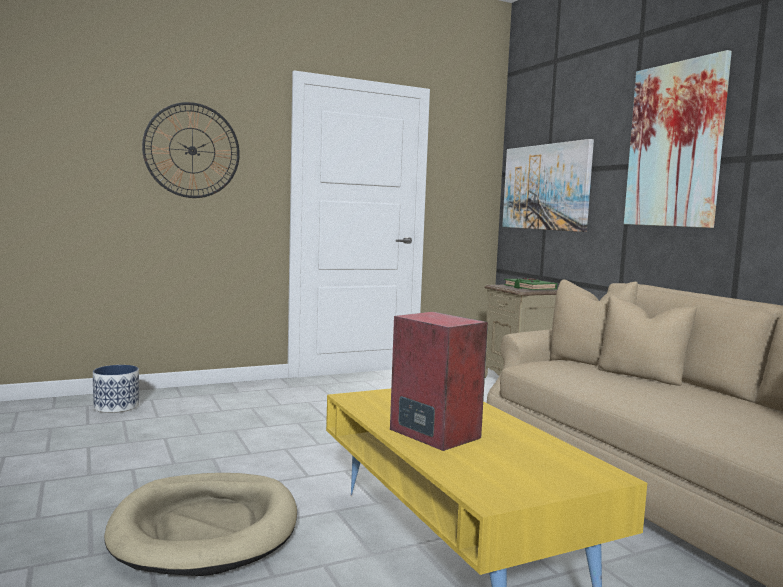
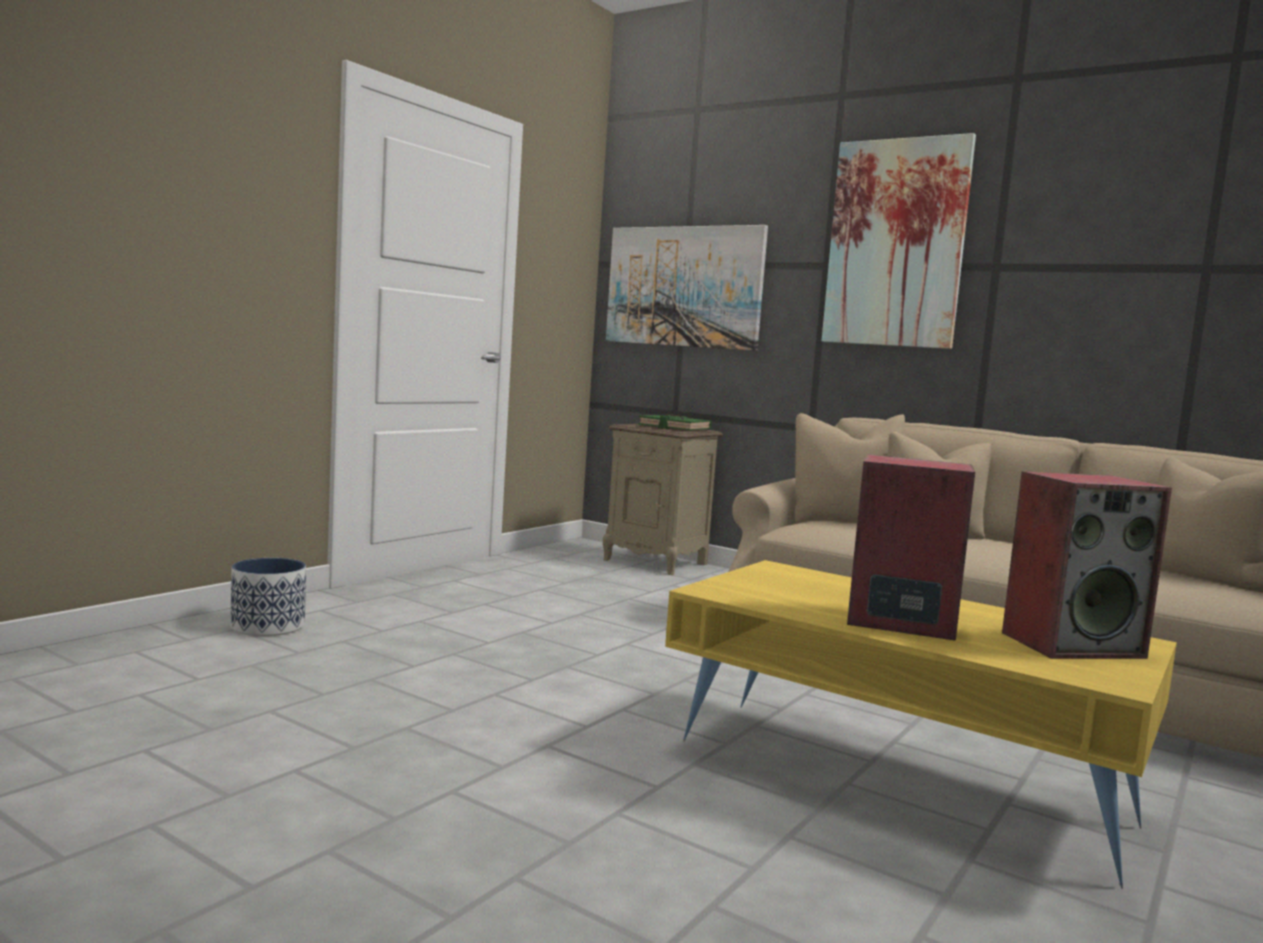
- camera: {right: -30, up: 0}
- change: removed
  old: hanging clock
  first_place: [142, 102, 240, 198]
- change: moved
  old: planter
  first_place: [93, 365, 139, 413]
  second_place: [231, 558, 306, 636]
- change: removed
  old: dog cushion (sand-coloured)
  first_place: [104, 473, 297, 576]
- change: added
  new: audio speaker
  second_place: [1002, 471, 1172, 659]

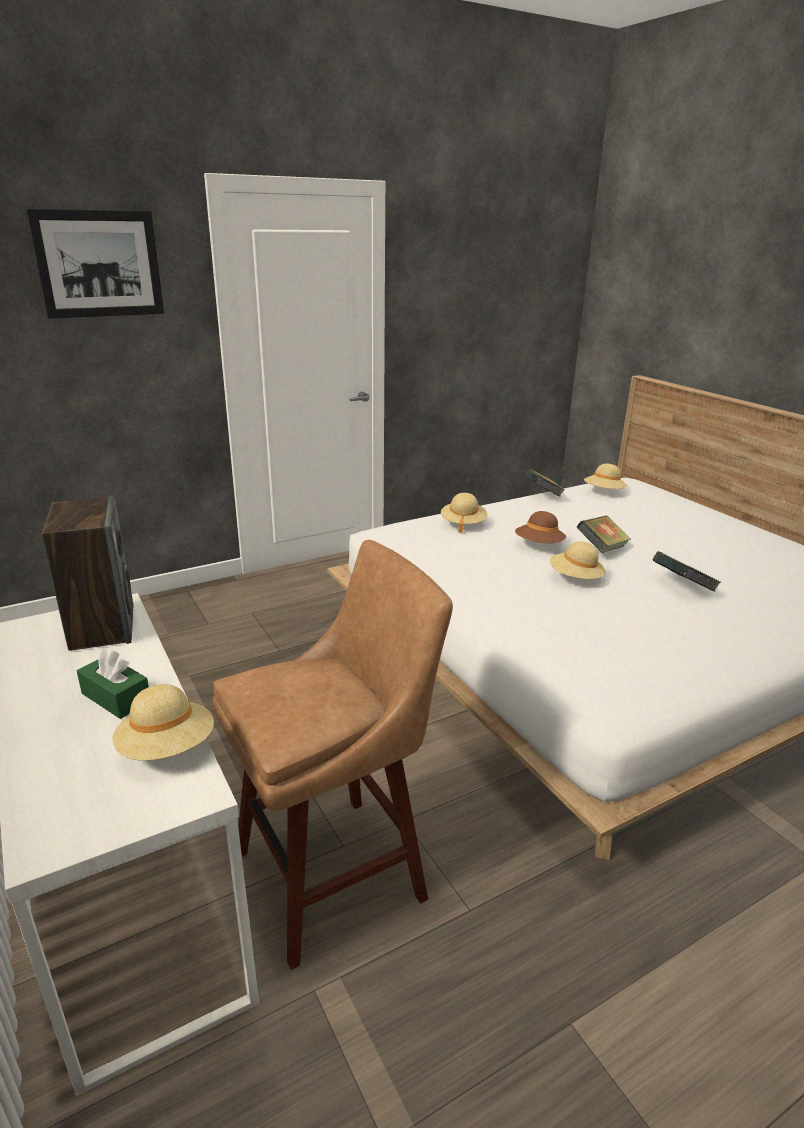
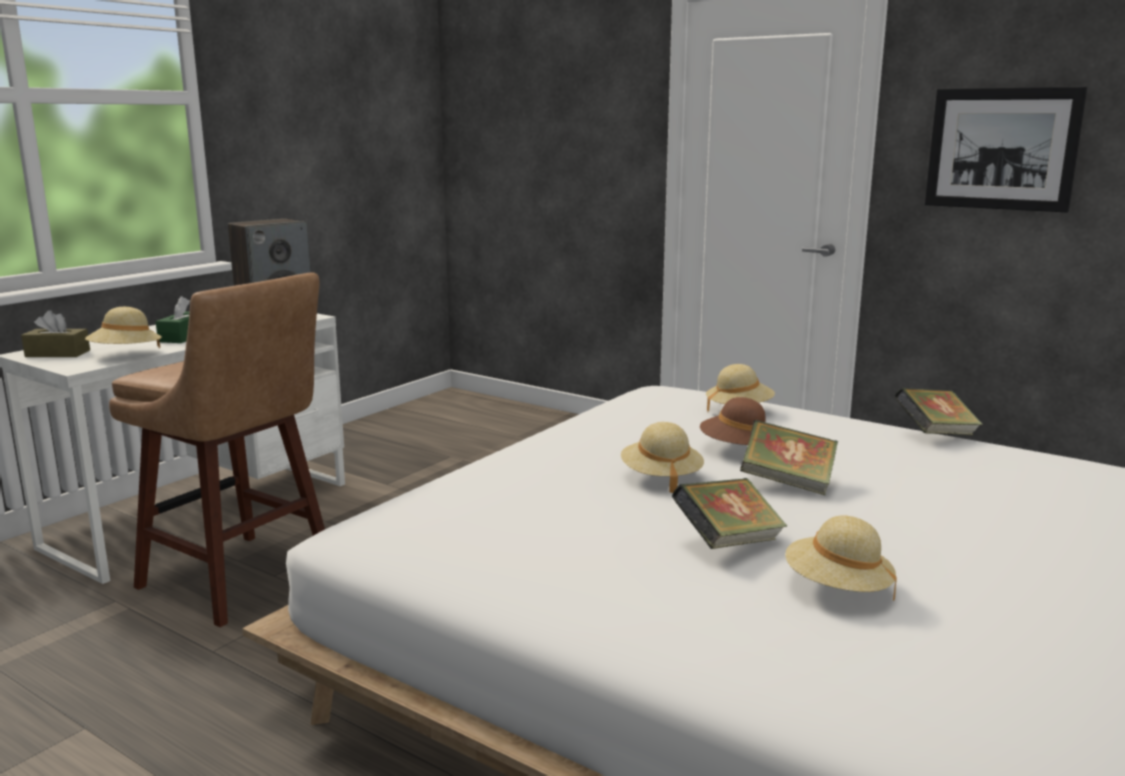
- camera: {right: 65, up: -10}
- change: moved
  old: picture
  first_place: [26, 209, 164, 319]
  second_place: [925, 87, 1087, 212]
- change: moved
  old: clothing hat (sand-coloured)
  first_place: [584, 464, 627, 489]
  second_place: [785, 515, 897, 601]
- change: added
  new: box of tissues (brown-coloured)
  second_place: [21, 310, 90, 357]

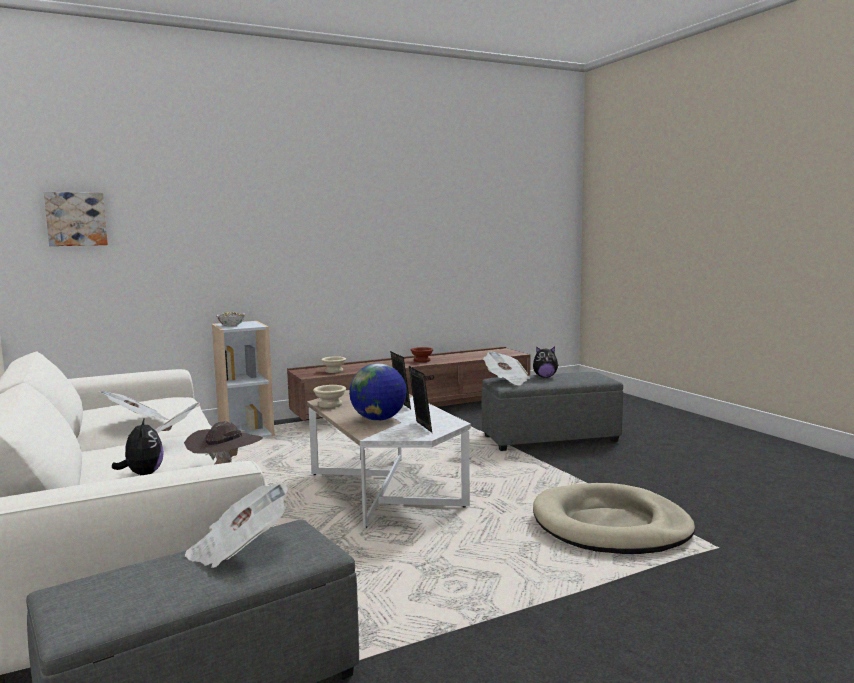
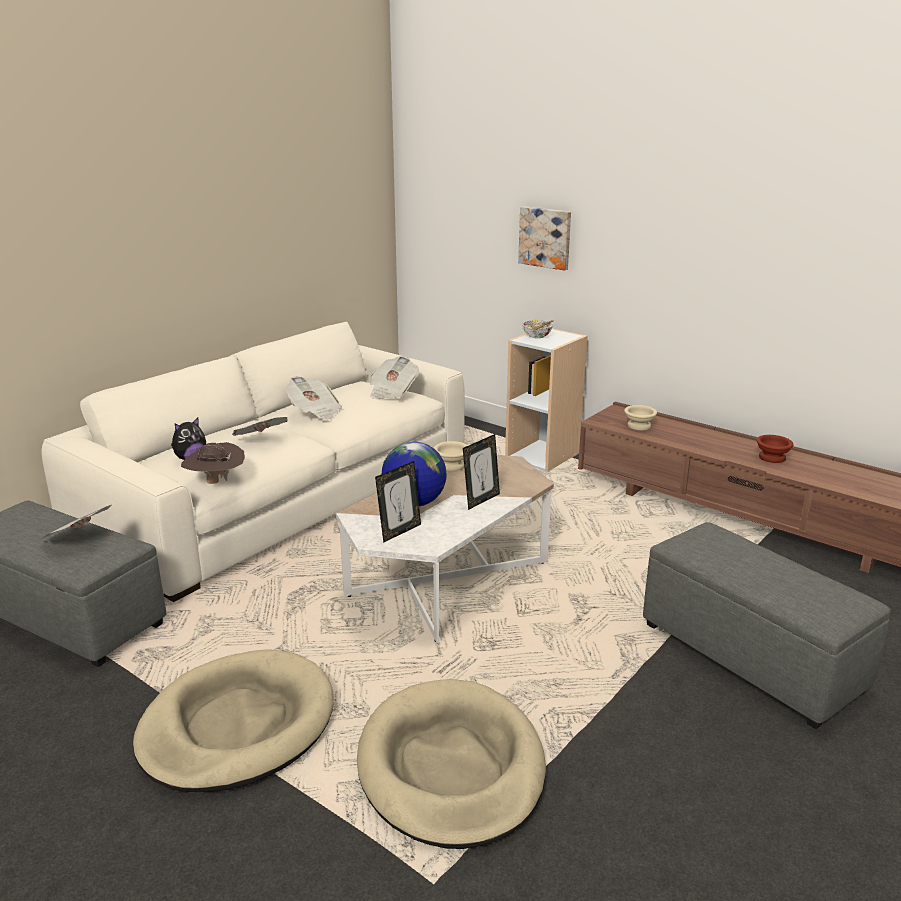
- camera: {right: 65, up: 15}
- change: moved
  old: picture
  first_place: [44, 192, 108, 246]
  second_place: [518, 207, 571, 271]
- change: removed
  old: plush toy
  first_place: [533, 346, 559, 378]
- change: moved
  old: newspaper
  first_place: [483, 352, 530, 385]
  second_place: [370, 356, 419, 399]
- change: added
  new: dog cushion (sand-coloured)
  second_place: [133, 649, 334, 792]

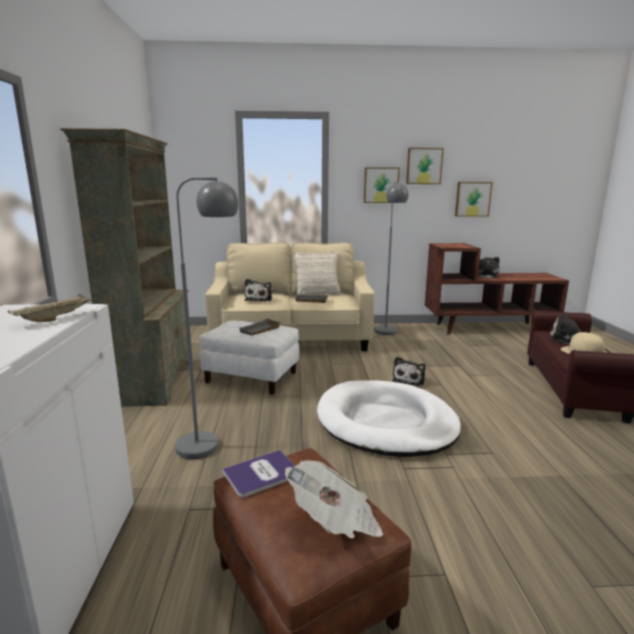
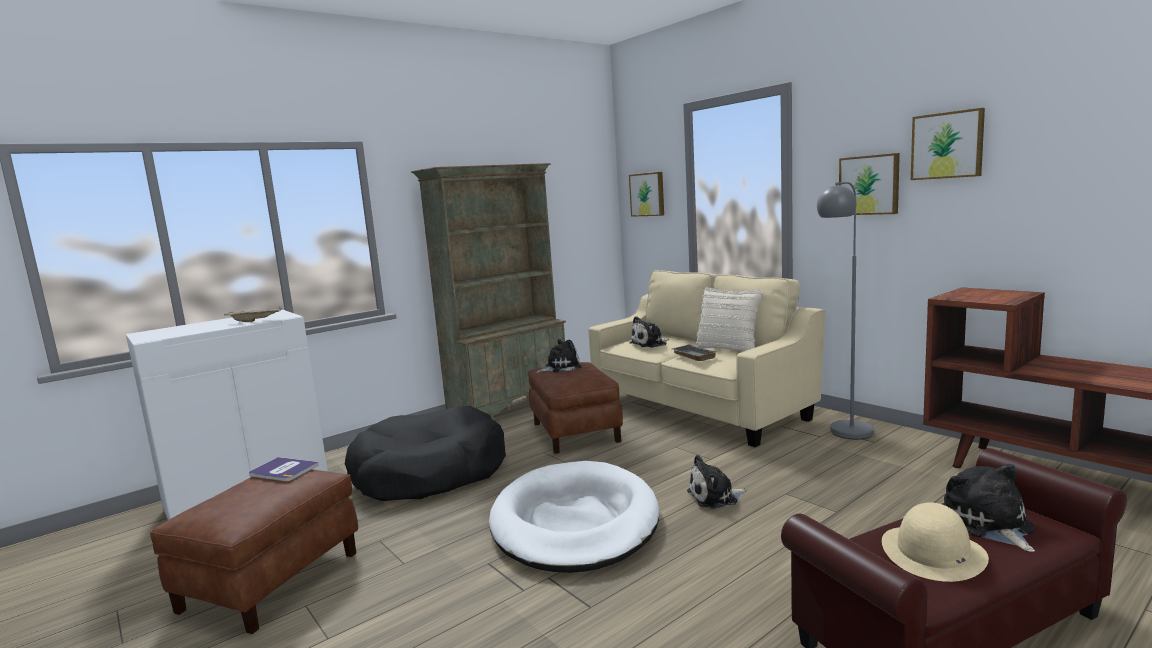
- camera: {right: 55, up: -5}
- change: replaced
  old: standing lamp (grey)
  new: dog cushion (blackish)
  first_place: [175, 177, 238, 459]
  second_place: [345, 406, 506, 501]
- change: moved
  old: picture
  first_place: [455, 182, 493, 217]
  second_place: [629, 172, 664, 217]
- change: moved
  old: plush toy
  first_place: [478, 257, 500, 279]
  second_place: [537, 339, 582, 373]
- change: removed
  old: tray (grey)
  first_place: [240, 318, 281, 336]
- change: recoloured
  old: footrest (whitish)
  new: footrest (brown-coloured)
  first_place: [199, 321, 299, 395]
  second_place: [528, 362, 623, 454]
- change: removed
  old: newspaper
  first_place: [285, 460, 383, 538]

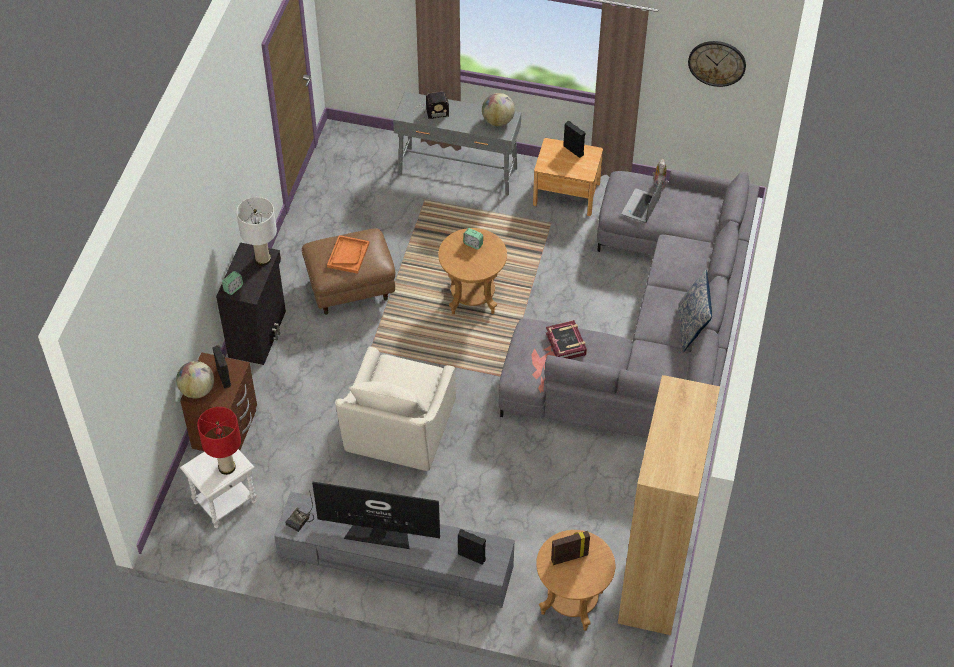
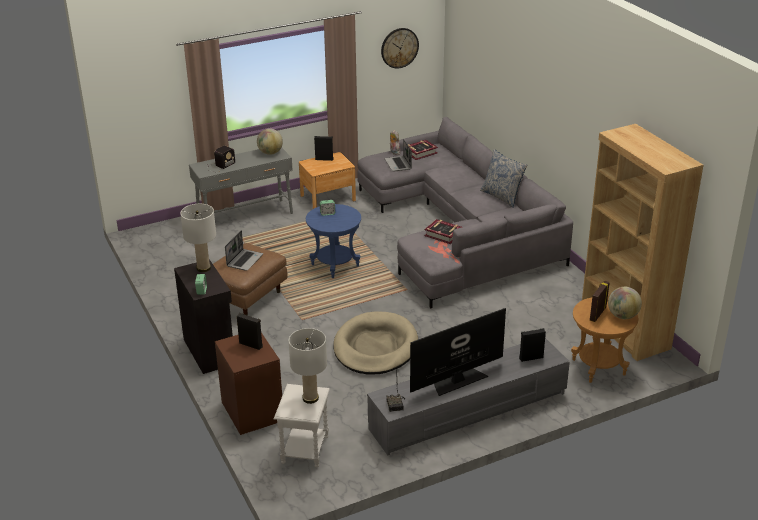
- camera: {right: -40, up: -20}
- change: recoloured
  old: end table (brown-coloured)
  new: end table (bluish)
  first_place: [438, 228, 507, 314]
  second_place: [306, 204, 361, 278]
- change: replaced
  old: tray (orangey)
  new: portable computer
  first_place: [327, 235, 370, 274]
  second_place: [225, 230, 263, 271]
- change: replaced
  old: easy chair (sand-coloured)
  new: dog cushion (sand-coloured)
  first_place: [335, 347, 456, 471]
  second_place: [334, 311, 418, 375]
- change: moved
  old: world globe
  first_place: [176, 361, 214, 398]
  second_place: [608, 287, 642, 319]
- change: recoloured
  old: table lamp (reddish)
  new: table lamp (whitish)
  first_place: [197, 407, 241, 475]
  second_place: [289, 328, 327, 404]
- change: added
  new: bound book
  second_place: [408, 140, 438, 160]

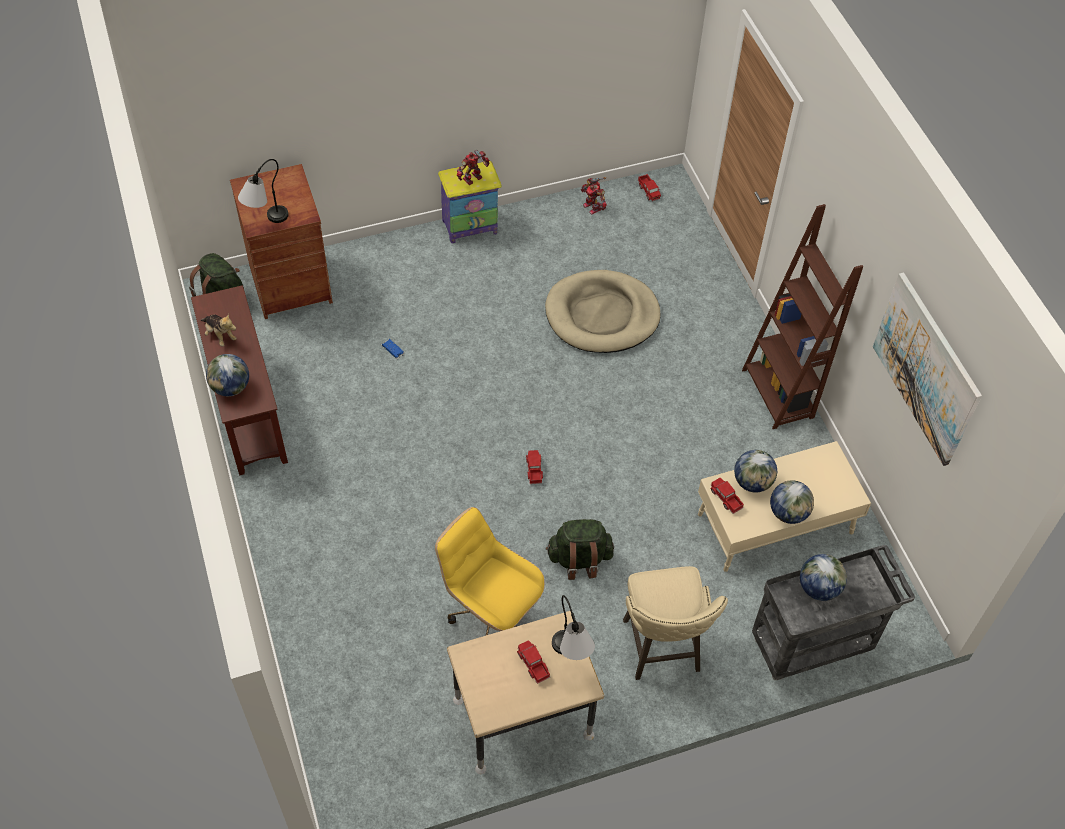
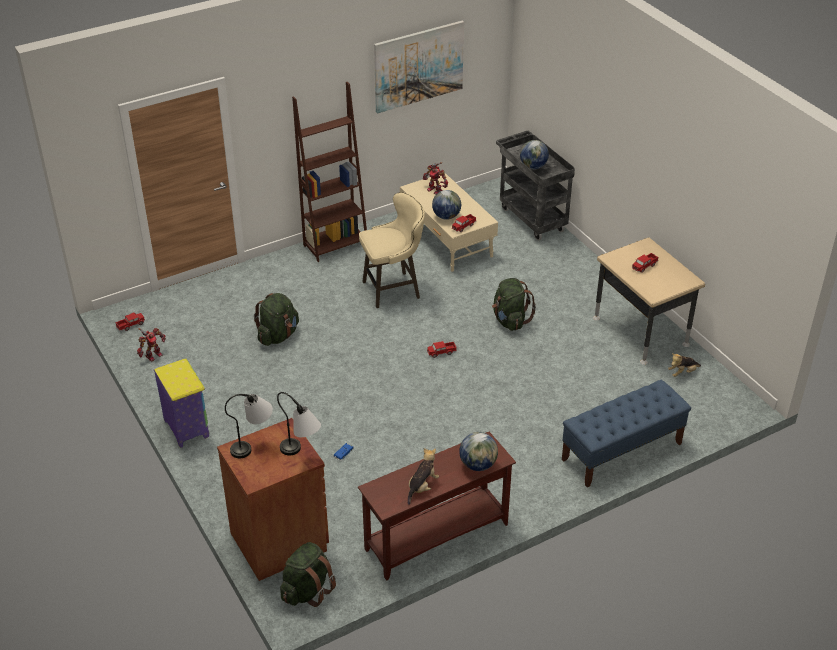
- camera: {right: -100, up: -15}
- change: moved
  old: robot figure
  first_place: [457, 149, 490, 185]
  second_place: [423, 162, 448, 194]
- change: replaced
  old: dog cushion (sand-coloured)
  new: rucksack (green)
  first_place: [545, 270, 661, 353]
  second_place: [254, 293, 299, 346]
- change: removed
  old: world globe
  first_place: [770, 480, 814, 524]
- change: removed
  old: office chair (yellow)
  first_place: [435, 507, 545, 635]
- change: moved
  old: stool (sand-coloured)
  first_place: [623, 566, 728, 680]
  second_place: [359, 192, 425, 308]
- change: moved
  old: table lamp
  first_place: [552, 595, 595, 660]
  second_place: [225, 394, 273, 458]
- change: added
  new: plush toy
  second_place: [668, 353, 701, 377]
- change: added
  new: bench (bluish)
  second_place: [562, 380, 691, 487]

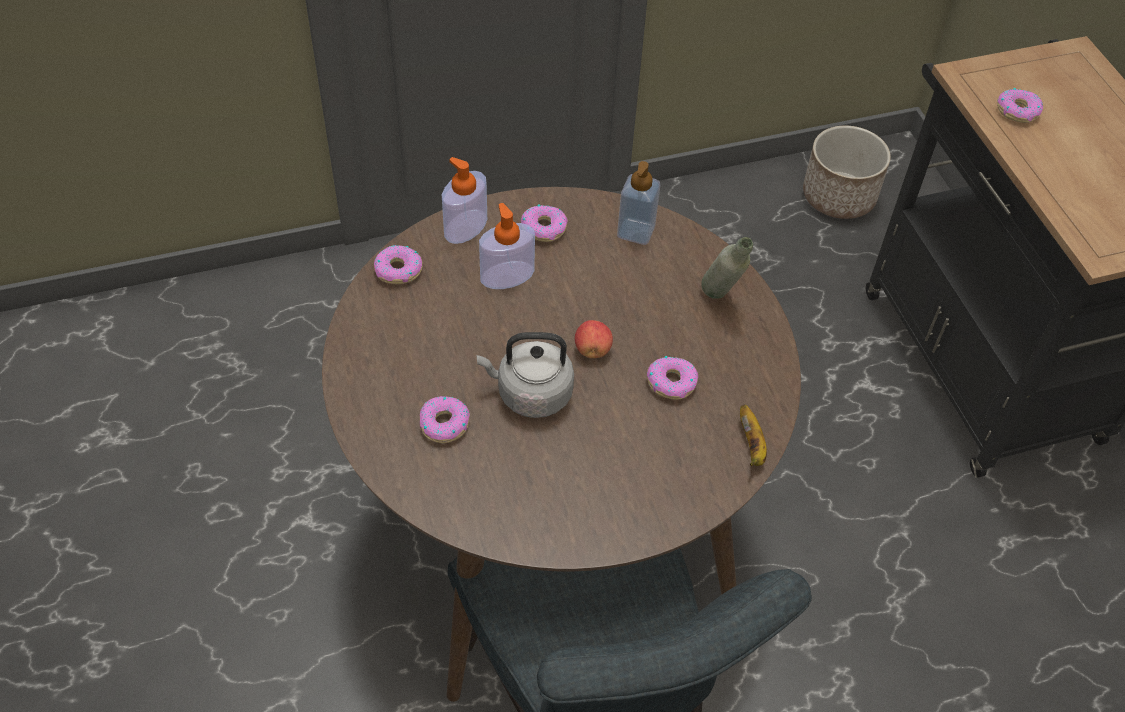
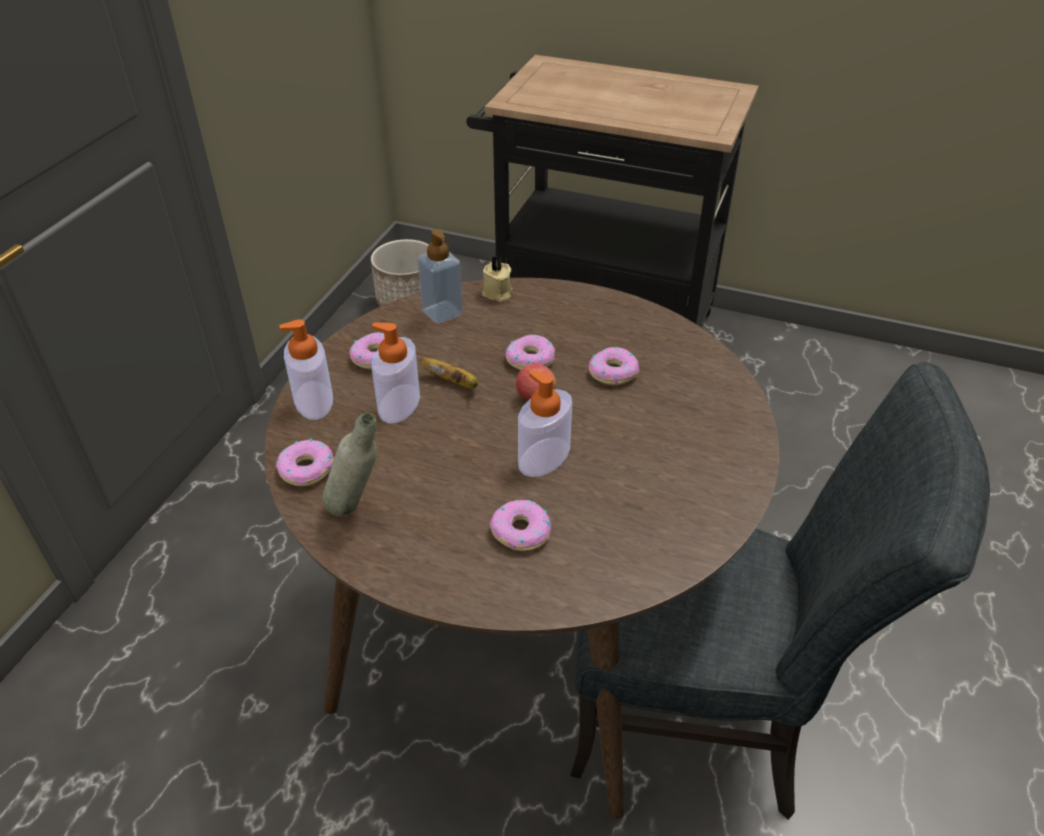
- camera: {right: -50, up: -10}
- change: moved
  old: ring doughnut
  first_place: [997, 88, 1043, 123]
  second_place: [506, 334, 555, 370]
- change: moved
  old: beverage bottle (grey)
  first_place: [701, 237, 753, 299]
  second_place: [323, 412, 377, 516]
- change: replaced
  old: kettle (grey)
  new: soap bottle
  first_place: [477, 332, 574, 418]
  second_place: [518, 370, 572, 477]
- change: moved
  old: banana fruit
  first_place: [740, 404, 767, 466]
  second_place: [420, 358, 478, 389]
- change: added
  new: wax candle (sand-coloured)
  second_place: [482, 256, 513, 302]

